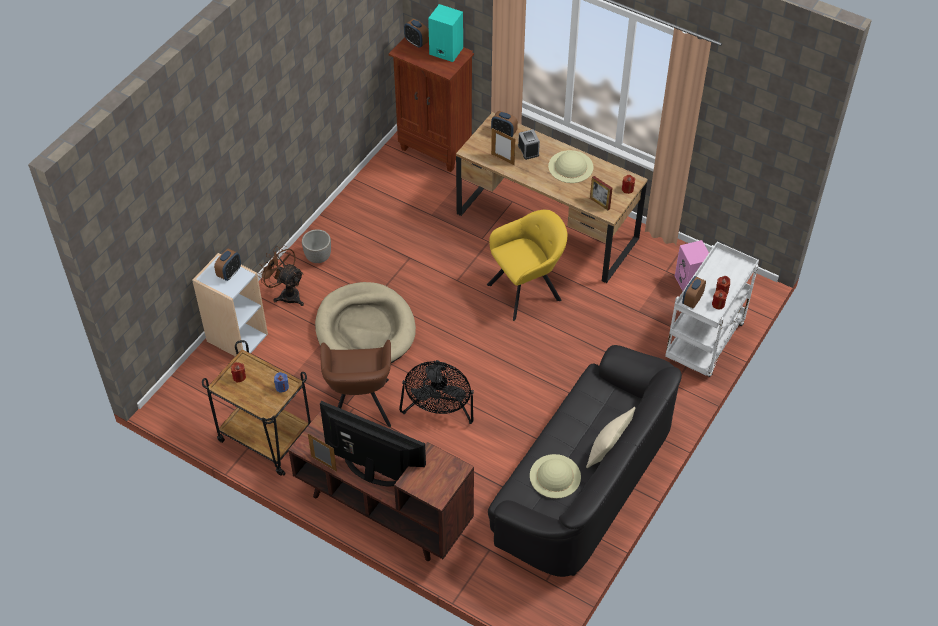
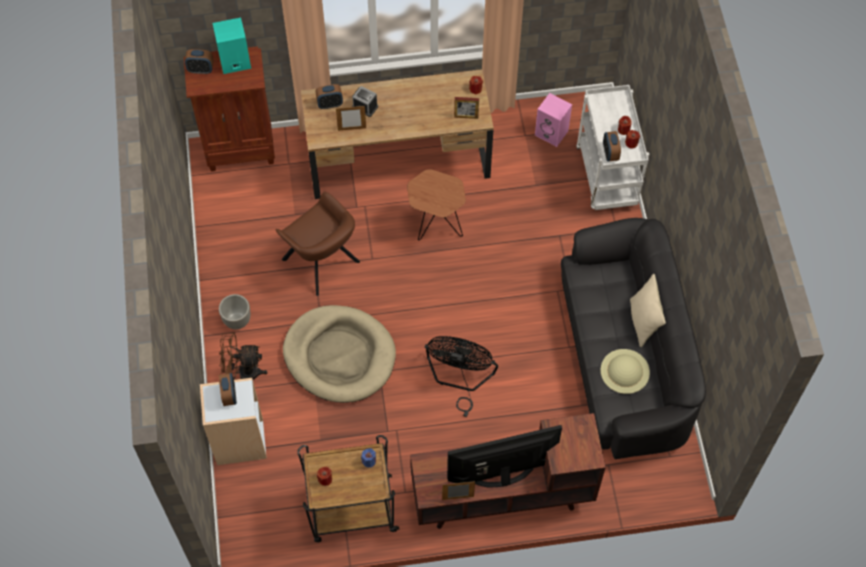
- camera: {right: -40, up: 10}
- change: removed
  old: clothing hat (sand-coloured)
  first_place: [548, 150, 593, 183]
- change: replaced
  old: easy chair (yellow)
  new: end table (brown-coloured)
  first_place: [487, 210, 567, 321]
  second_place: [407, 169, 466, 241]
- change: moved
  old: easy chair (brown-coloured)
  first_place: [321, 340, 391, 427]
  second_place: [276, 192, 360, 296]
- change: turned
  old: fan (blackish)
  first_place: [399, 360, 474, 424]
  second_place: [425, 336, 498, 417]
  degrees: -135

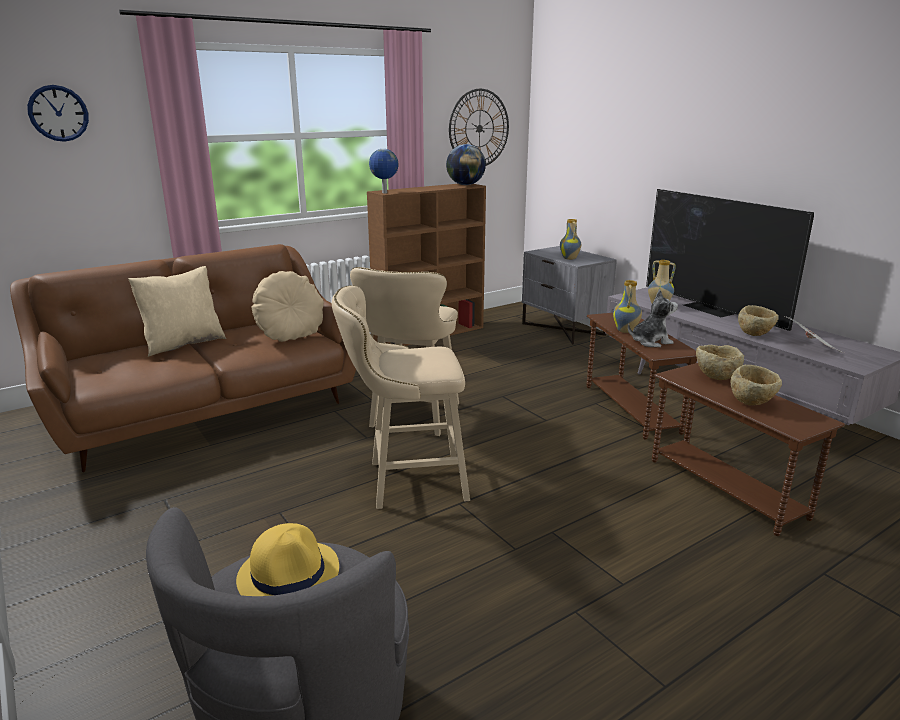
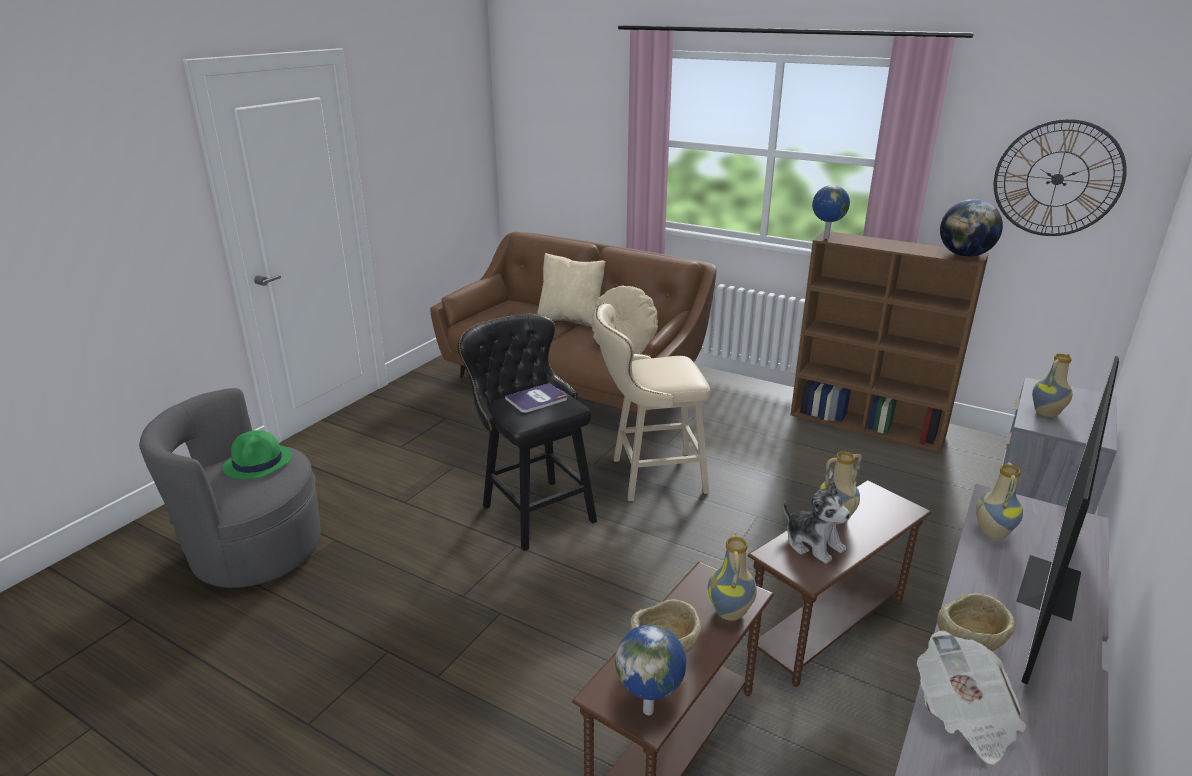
- camera: {right: 65, up: 5}
- change: removed
  old: hanging clock
  first_place: [27, 85, 89, 142]
- change: recoloured
  old: stool (sand-coloured)
  new: stool (blackish)
  first_place: [332, 285, 470, 509]
  second_place: [457, 314, 597, 551]
- change: replaced
  old: deep dish (sand-coloured)
  new: vase
  first_place: [696, 345, 744, 380]
  second_place: [708, 532, 757, 621]
- change: recoloured
  old: clothing hat (yellow)
  new: clothing hat (green)
  first_place: [236, 523, 339, 596]
  second_place: [222, 430, 292, 479]
- change: added
  new: bound book
  second_place: [505, 383, 567, 413]
- change: added
  new: world globe
  second_place: [615, 624, 686, 715]

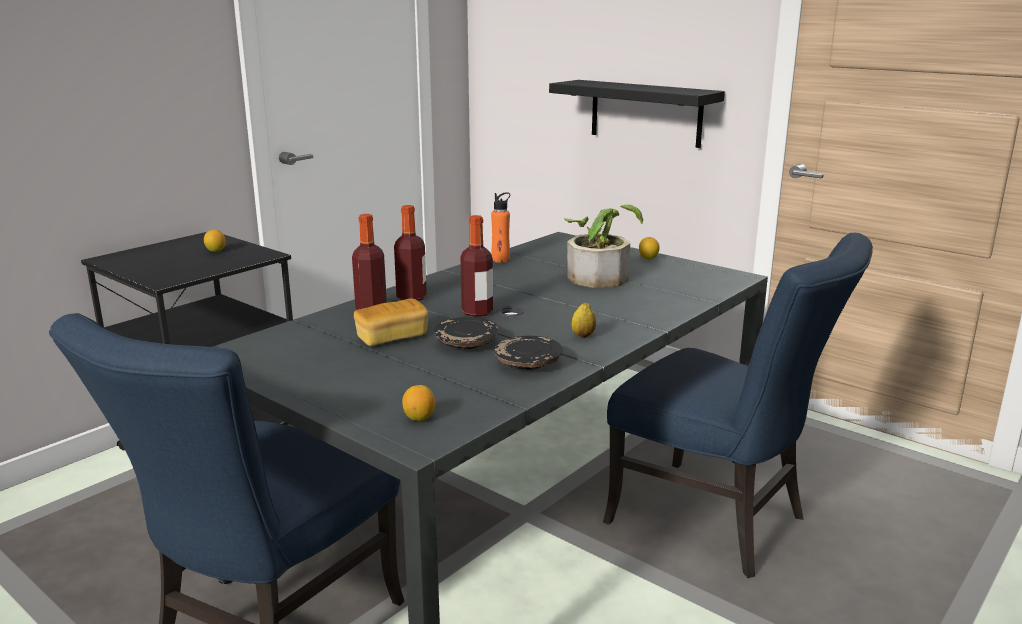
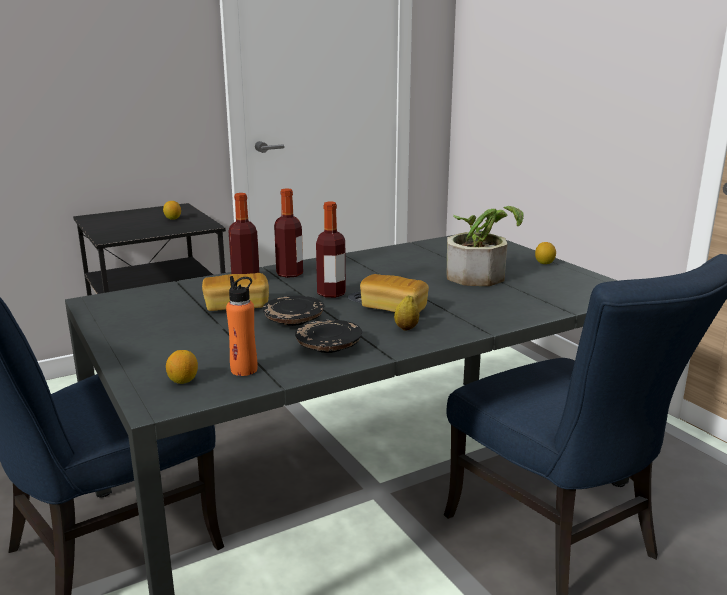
- camera: {right: 20, up: 0}
- change: removed
  old: bracket shelf (blackish)
  first_place: [549, 80, 725, 148]
- change: moved
  old: beverage bottle (orangey)
  first_place: [491, 192, 511, 263]
  second_place: [226, 276, 257, 376]
- change: added
  new: baked bread
  second_place: [360, 274, 429, 312]

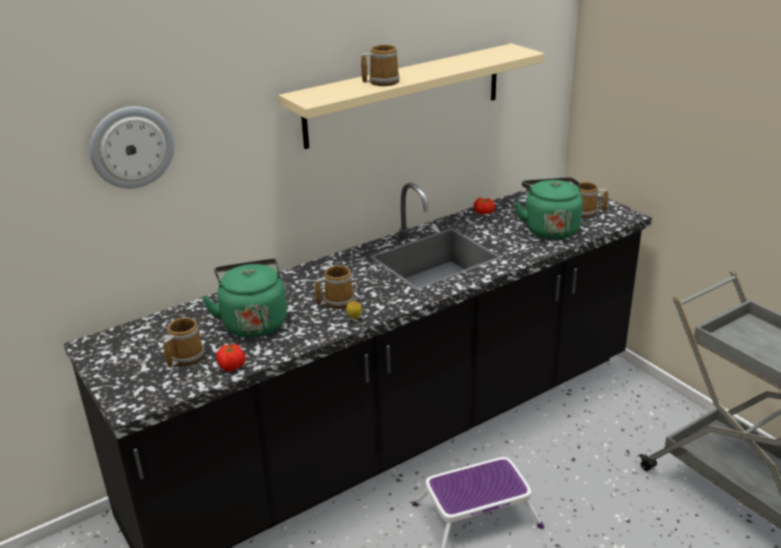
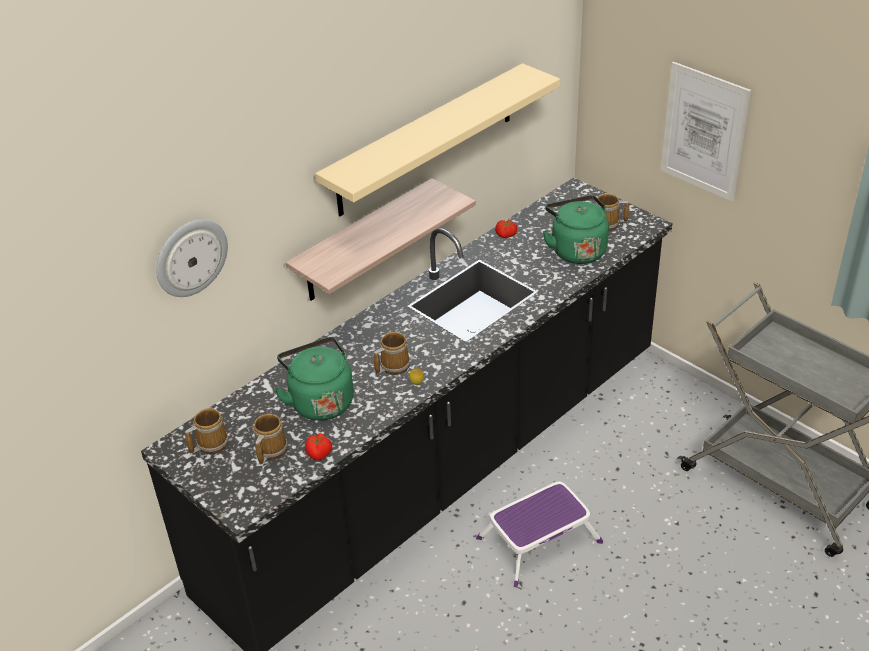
- camera: {right: -10, up: 10}
- change: moved
  old: mug
  first_place: [361, 44, 399, 86]
  second_place: [185, 408, 229, 454]
- change: added
  new: picture
  second_place: [661, 62, 751, 201]
- change: added
  new: bracket shelf
  second_place: [286, 178, 476, 301]

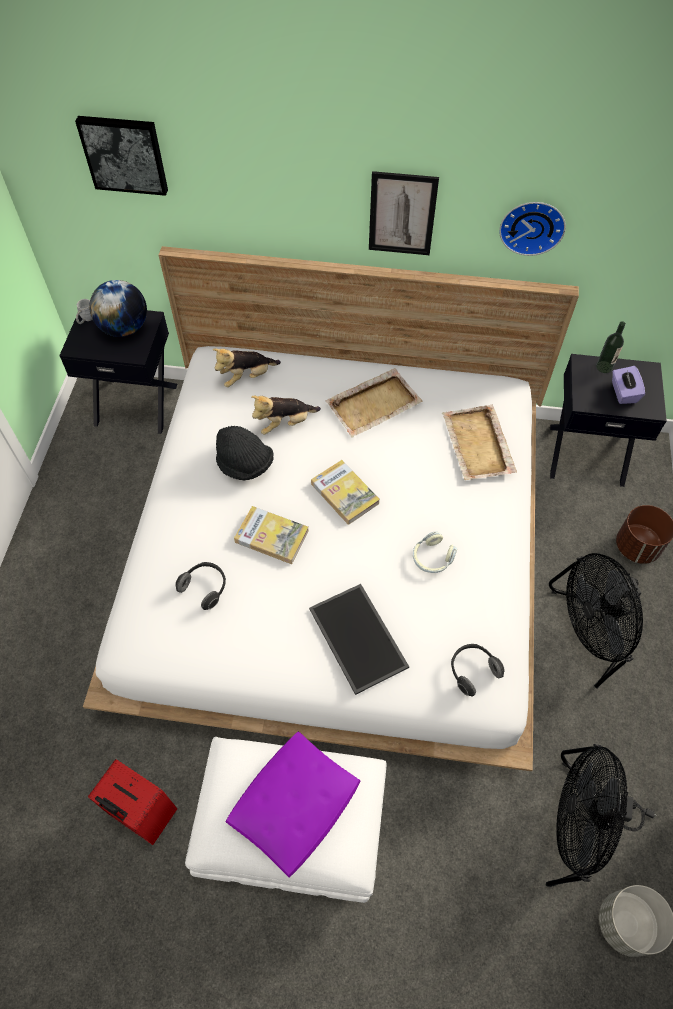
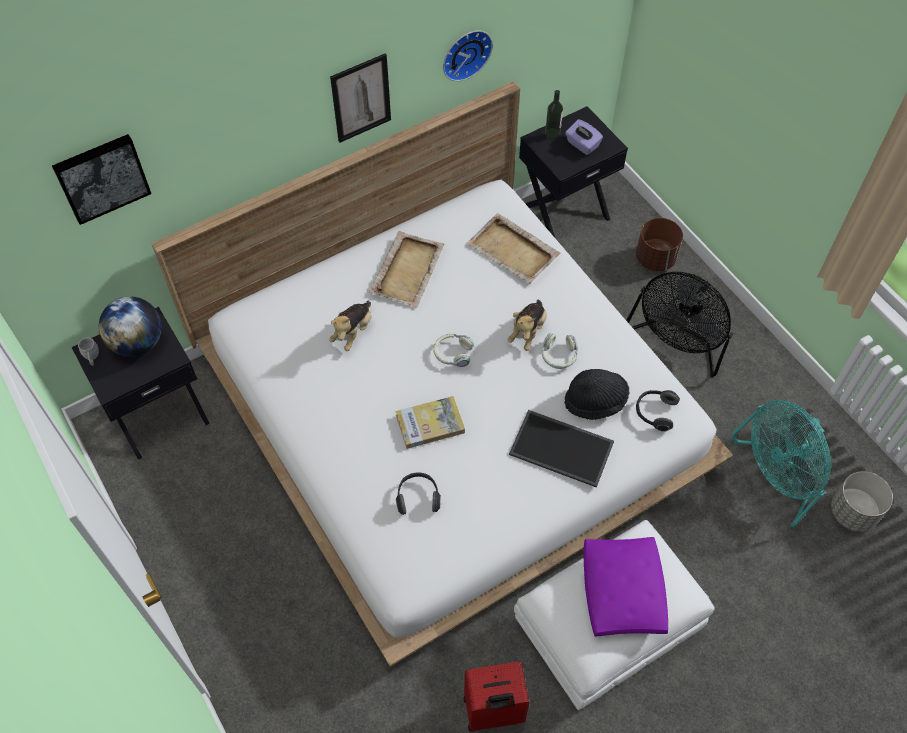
- camera: {right: -40, up: 0}
- change: moved
  old: plush toy
  first_place: [213, 348, 281, 387]
  second_place: [507, 300, 547, 351]
- change: moved
  old: clothing hat (blackish)
  first_place: [216, 426, 274, 480]
  second_place: [564, 369, 629, 420]
- change: replaced
  old: bound book
  new: headset
  first_place: [311, 460, 380, 525]
  second_place: [433, 334, 474, 367]
- change: recoloured
  old: fan (blackish)
  new: fan (turquoise)
  first_place: [546, 744, 657, 887]
  second_place: [731, 400, 831, 528]

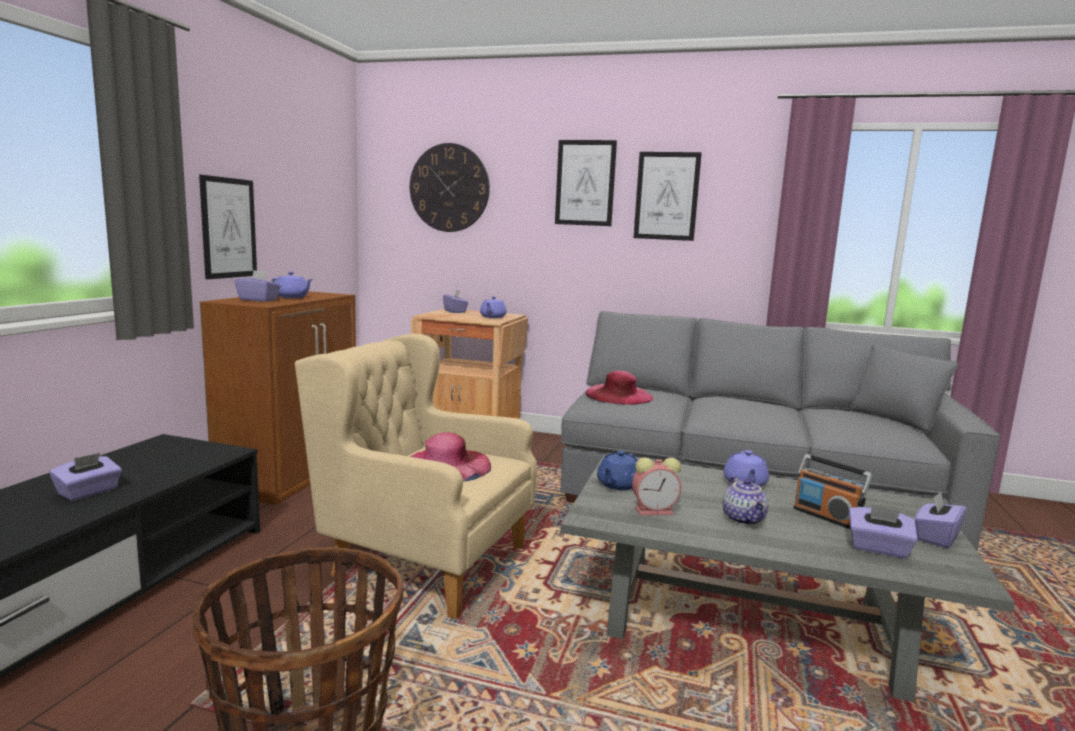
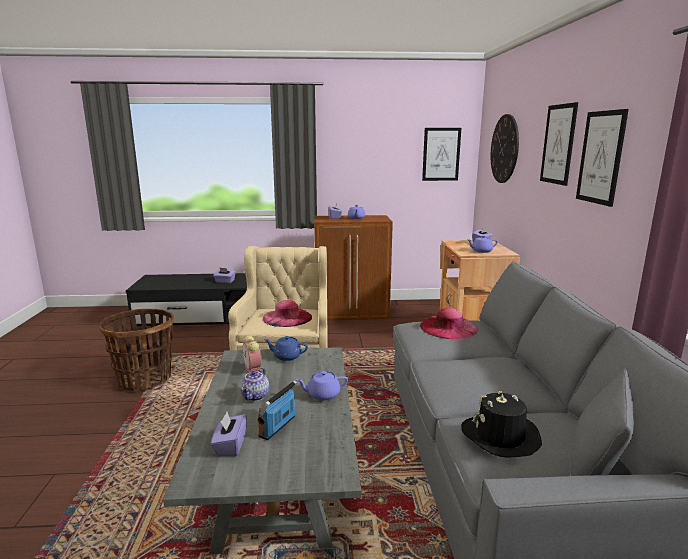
- camera: {right: 70, up: 5}
- change: moved
  old: picture
  first_place: [199, 175, 257, 279]
  second_place: [422, 128, 461, 181]
- change: turned
  old: teapot
  first_place: [723, 476, 768, 525]
  second_place: [240, 368, 269, 401]
  degrees: -45
- change: removed
  old: box of tissues (purple)
  first_place: [915, 492, 967, 548]
- change: added
  new: clothing hat (blackish)
  second_place: [461, 391, 542, 458]

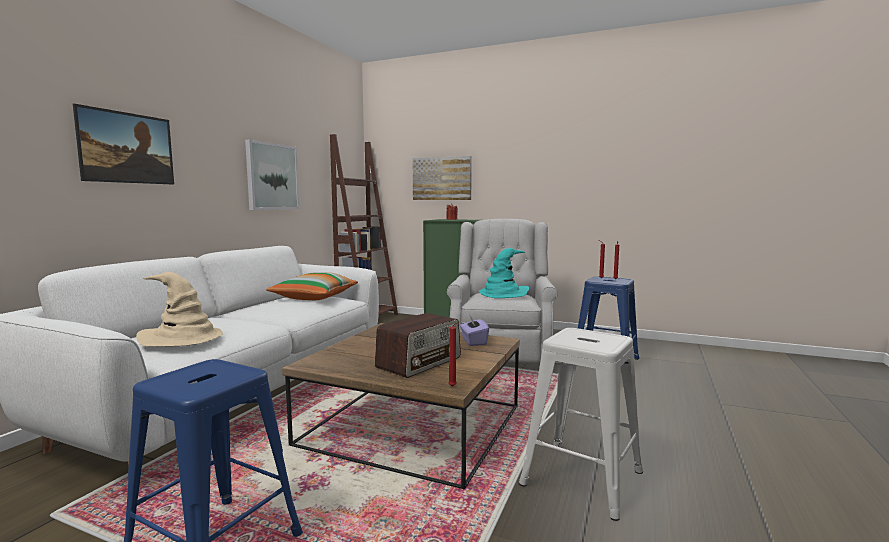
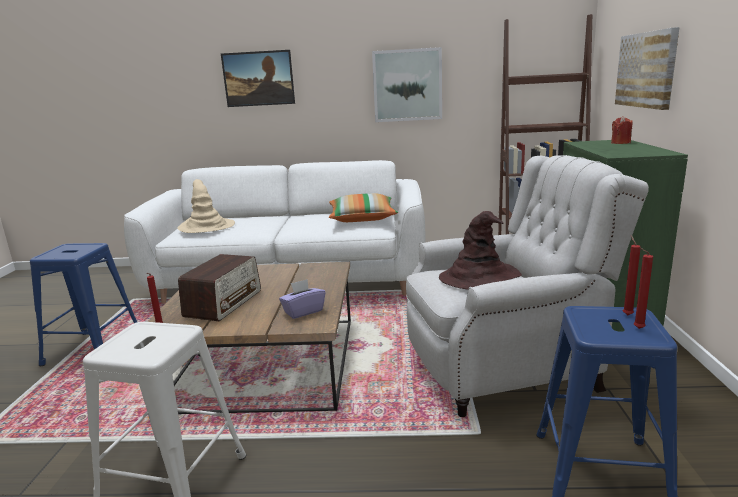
- camera: {right: 70, up: 10}
- change: recoloured
  old: clothing hat (turquoise)
  new: clothing hat (brown-coloured)
  first_place: [479, 248, 529, 298]
  second_place: [439, 211, 522, 289]
- change: turned
  old: radio receiver
  first_place: [375, 313, 461, 378]
  second_place: [178, 254, 261, 321]
  degrees: -90

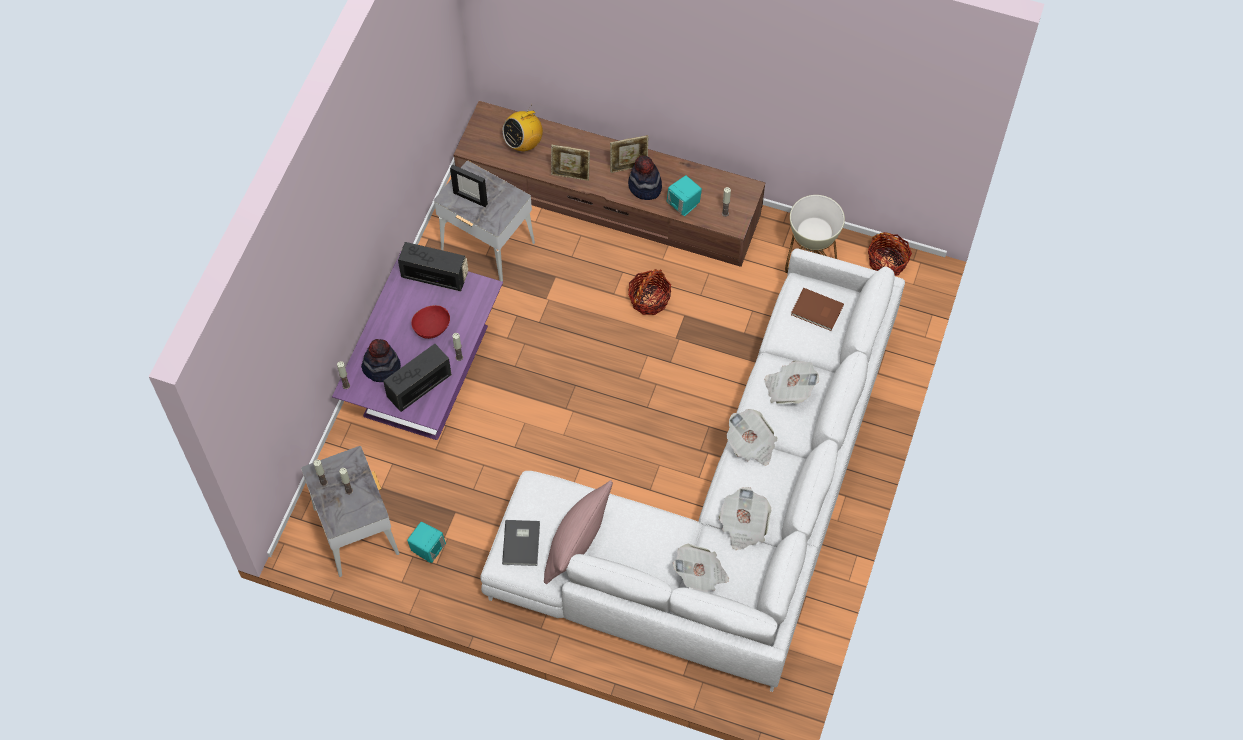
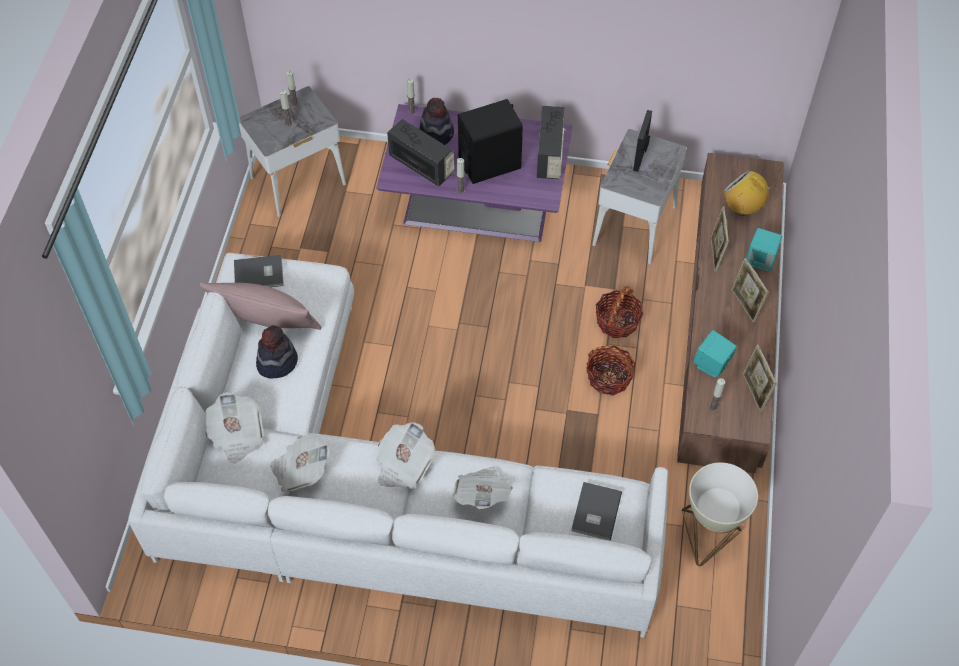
- camera: {right: 80, up: -5}
- change: moved
  old: clothing hat
  first_place: [628, 155, 662, 200]
  second_place: [256, 325, 298, 378]
- change: moved
  old: storage basket
  first_place: [868, 232, 912, 276]
  second_place: [596, 286, 643, 338]
- change: recoloured
  old: bound book (brown-coloured)
  new: bound book (grey)
  first_place: [791, 288, 844, 331]
  second_place: [571, 482, 622, 541]
- change: replaced
  old: deep dish (reddish)
  new: audio speaker (blackish)
  first_place: [411, 305, 450, 339]
  second_place: [458, 99, 523, 184]
- change: moved
  old: audio speaker (turquoise)
  first_place: [407, 522, 446, 563]
  second_place: [746, 228, 782, 272]
- change: added
  new: standing frame
  second_place: [743, 344, 777, 412]

